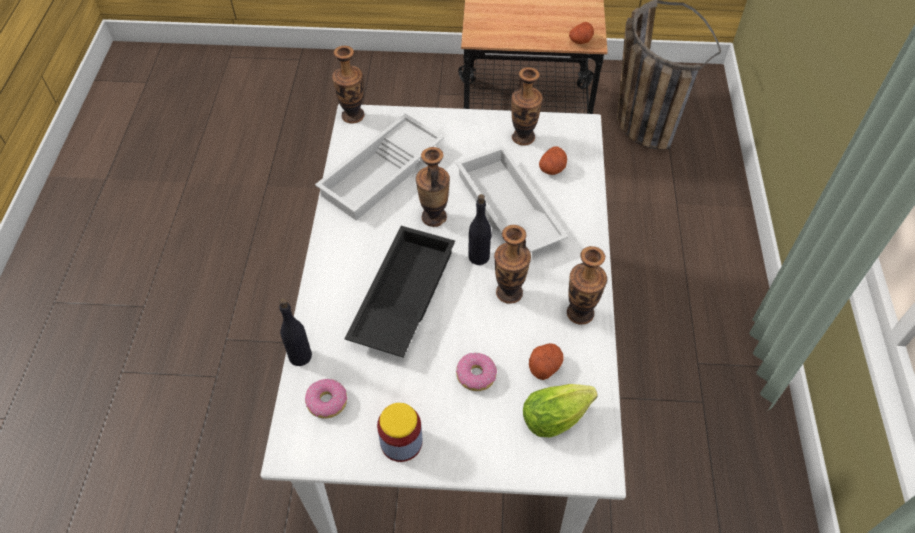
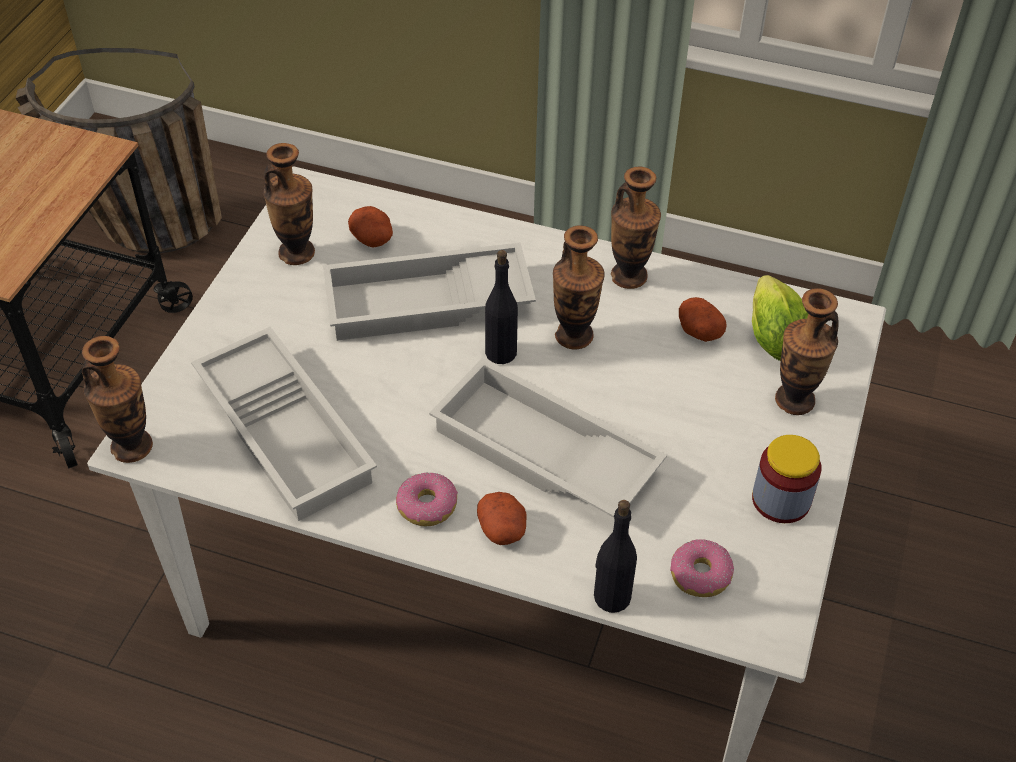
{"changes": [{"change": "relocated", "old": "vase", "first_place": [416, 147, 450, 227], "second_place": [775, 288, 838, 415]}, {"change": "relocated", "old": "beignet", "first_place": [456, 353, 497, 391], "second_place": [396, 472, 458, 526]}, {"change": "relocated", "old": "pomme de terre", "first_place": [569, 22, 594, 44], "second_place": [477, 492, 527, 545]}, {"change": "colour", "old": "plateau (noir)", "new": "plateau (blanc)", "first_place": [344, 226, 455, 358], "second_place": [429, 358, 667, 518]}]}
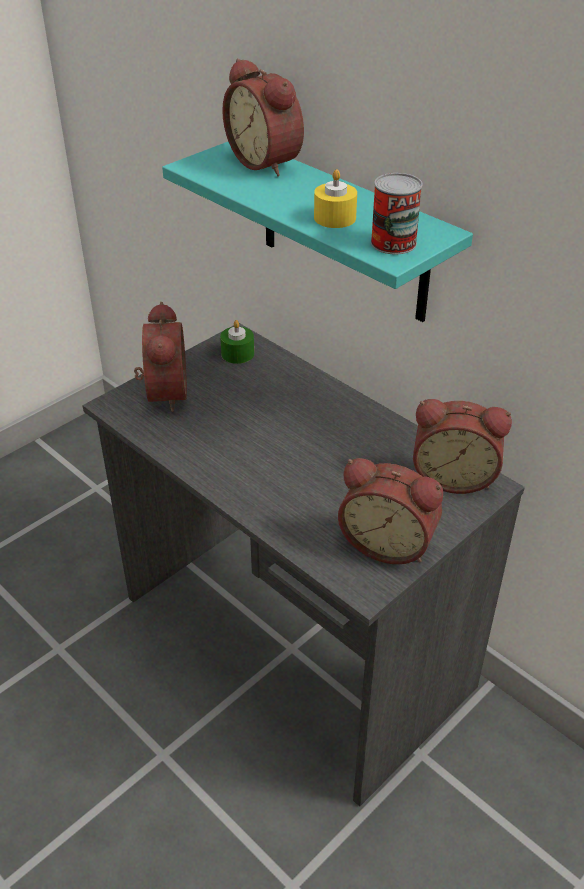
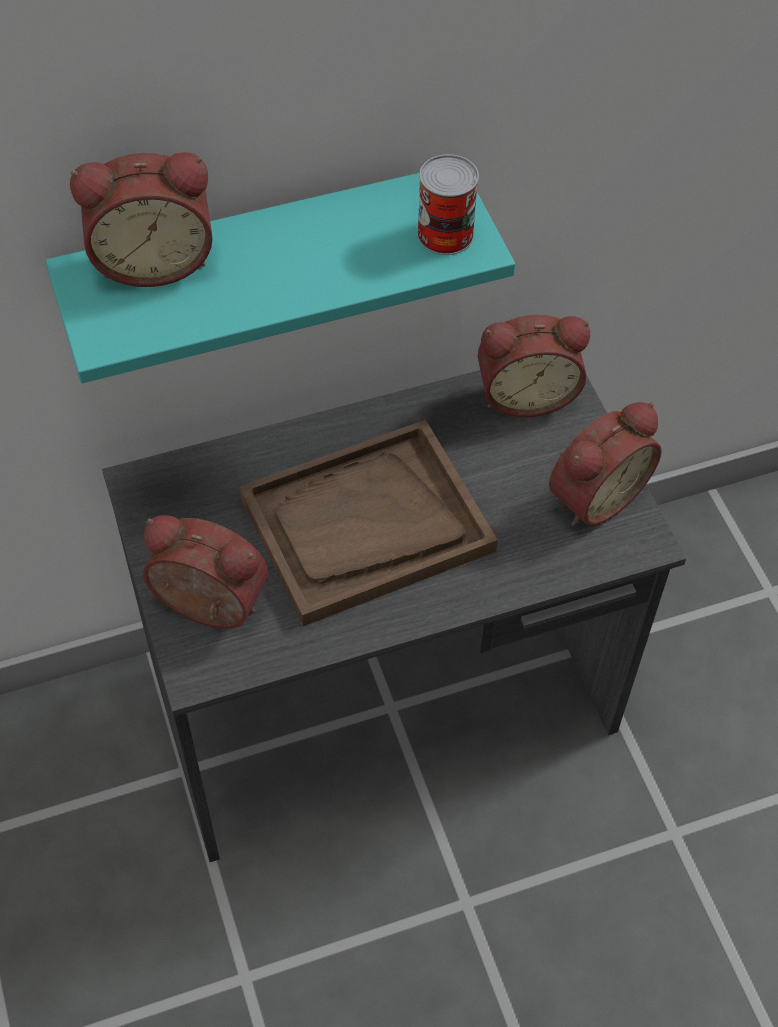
{"changes": [{"change": "missing", "old": "bougie (vert)", "first_place": [220, 320, 254, 364]}, {"change": "missing", "old": "bougie (jaune)", "first_place": [314, 169, 357, 228]}, {"change": "appeared", "new": "plateau (marron)", "second_place": [239, 420, 498, 626]}, {"change": "spun", "old": "réveil", "first_place": [413, 399, 512, 494], "second_place": [478, 314, 590, 417], "degrees": 45}]}
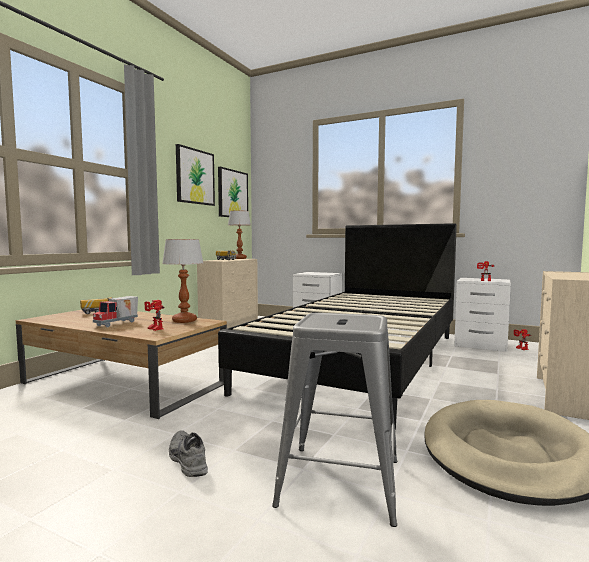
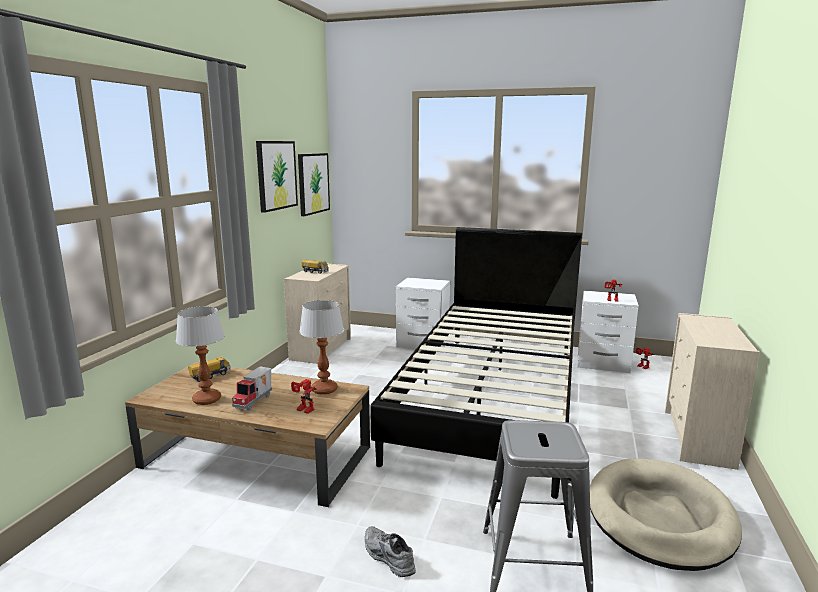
{"changes": [{"change": "relocated", "old": "lampe de table", "first_place": [228, 210, 251, 259], "second_place": [176, 306, 225, 405]}]}
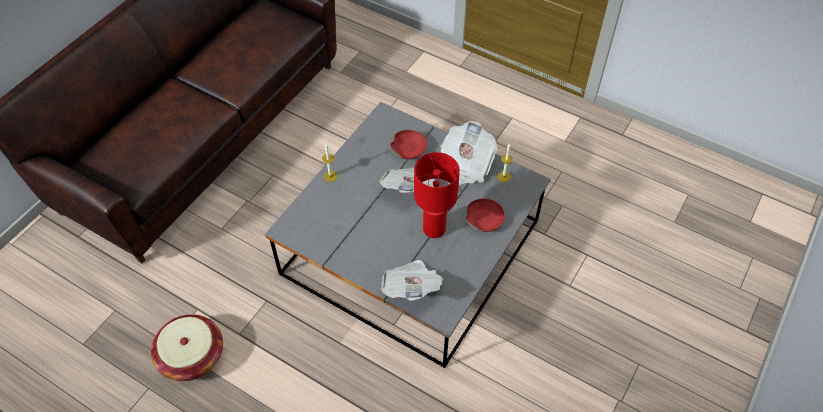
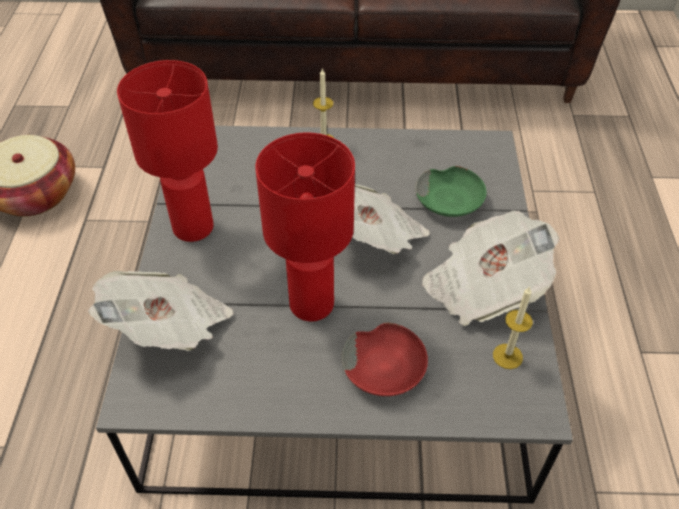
{"changes": [{"change": "appeared", "new": "lampe de table (rouge)", "second_place": [117, 60, 218, 242]}, {"change": "colour", "old": "bol (rouge)", "new": "bol (vert)", "first_place": [390, 130, 427, 159], "second_place": [415, 166, 487, 217]}]}
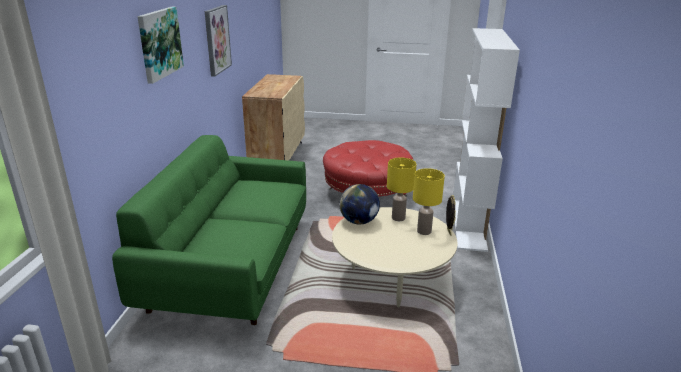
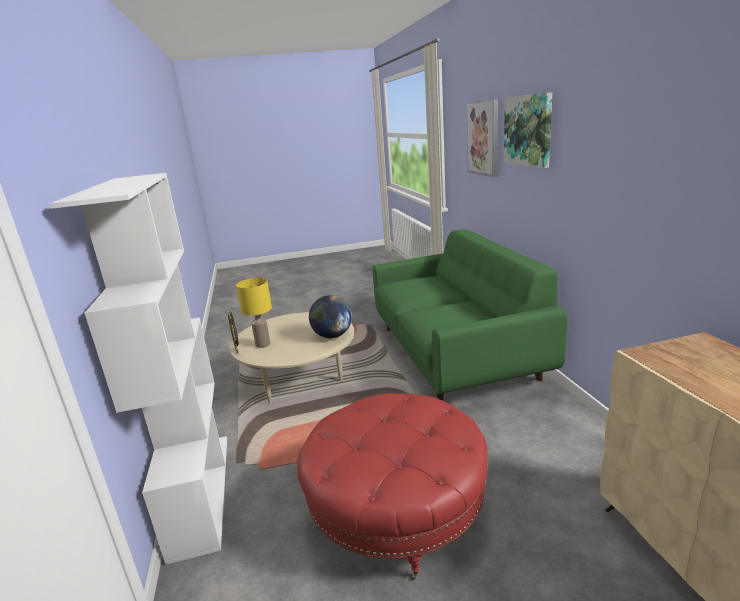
{"changes": [{"change": "missing", "old": "lampe de table (jaune)", "first_place": [387, 157, 416, 221]}, {"change": "relocated", "old": "tableau", "first_place": [205, 5, 232, 77], "second_place": [467, 99, 498, 177]}]}
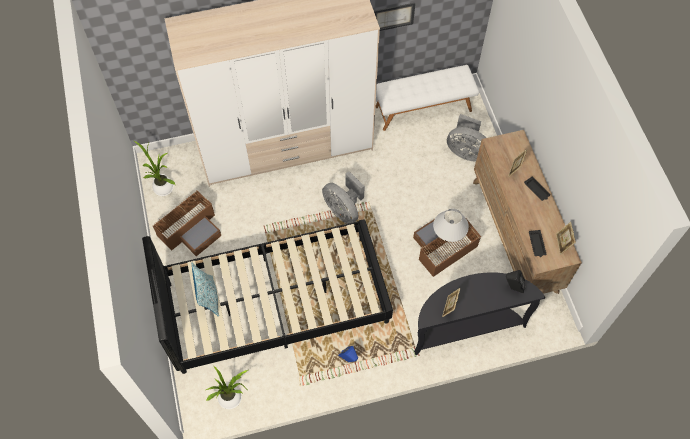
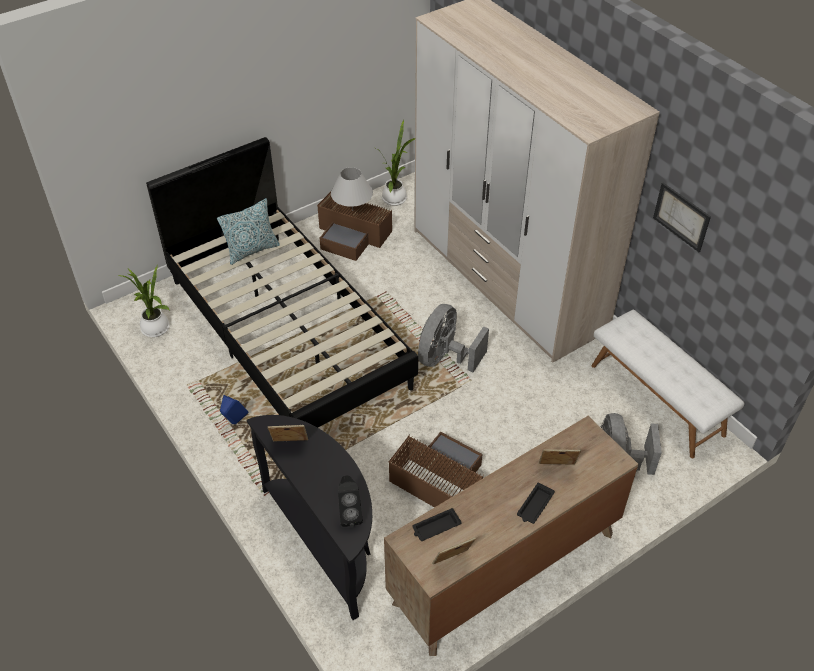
{"changes": [{"change": "relocated", "old": "lampe de table (blanc)", "first_place": [433, 208, 469, 242], "second_place": [331, 167, 373, 211]}]}
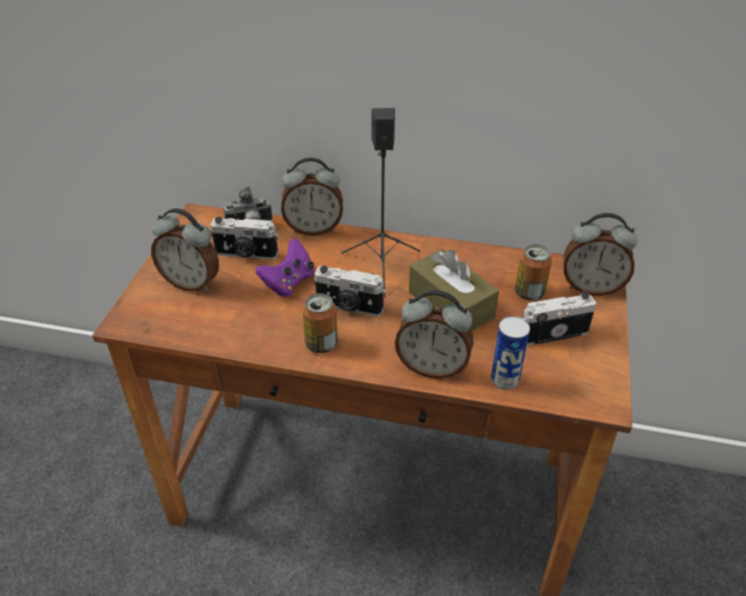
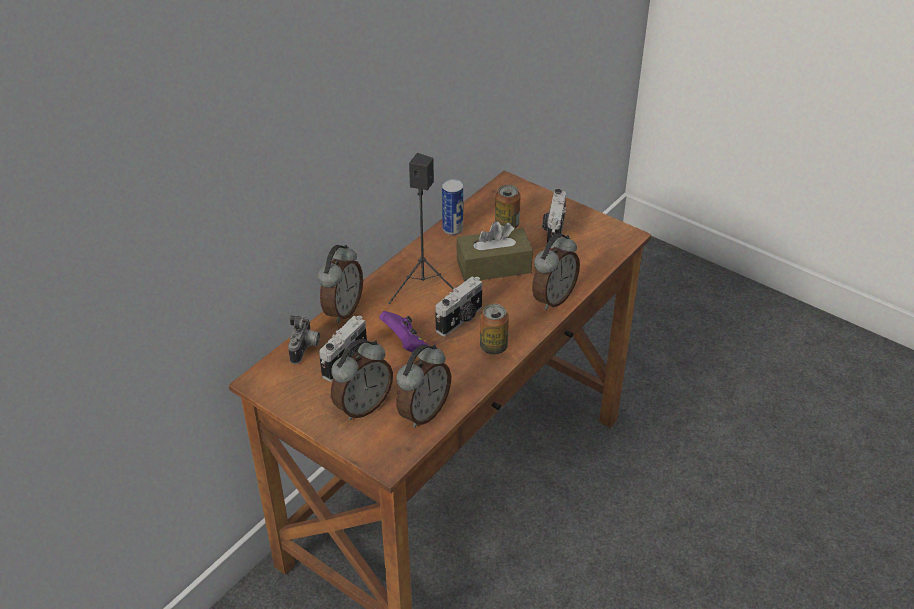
{"changes": [{"change": "relocated", "old": "boîte métallique", "first_place": [491, 316, 530, 390], "second_place": [442, 179, 463, 235]}, {"change": "relocated", "old": "réveil", "first_place": [564, 213, 637, 296], "second_place": [396, 344, 451, 428]}]}
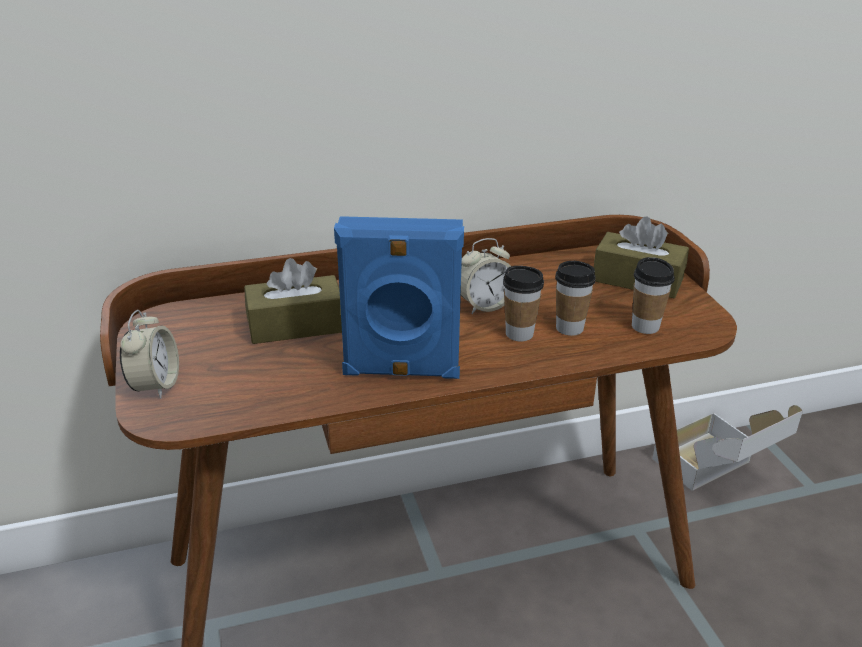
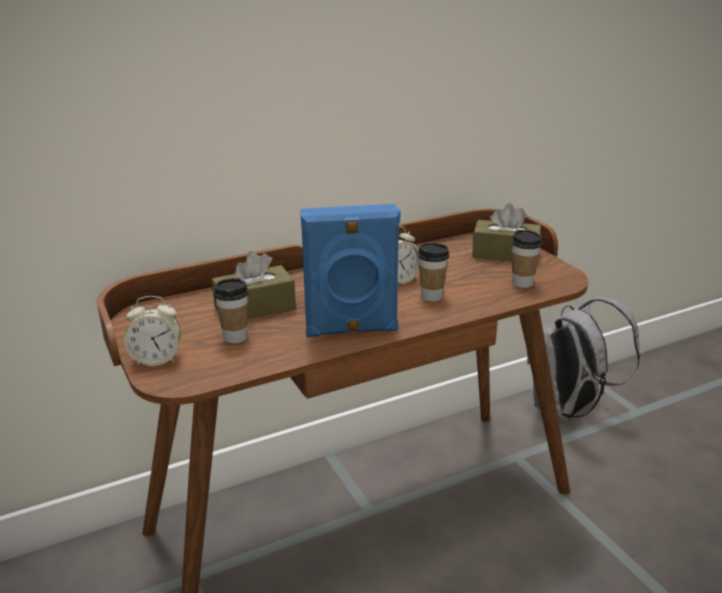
{"changes": [{"change": "relocated", "old": "tasse", "first_place": [555, 261, 596, 336], "second_place": [214, 278, 249, 343]}, {"change": "exchanged", "old": "carton", "new": "sac à dos (gris)", "first_place": [652, 405, 803, 491], "second_place": [527, 297, 640, 421]}, {"change": "spun", "old": "réveil", "first_place": [120, 310, 179, 399], "second_place": [124, 296, 181, 366], "degrees": 90}]}
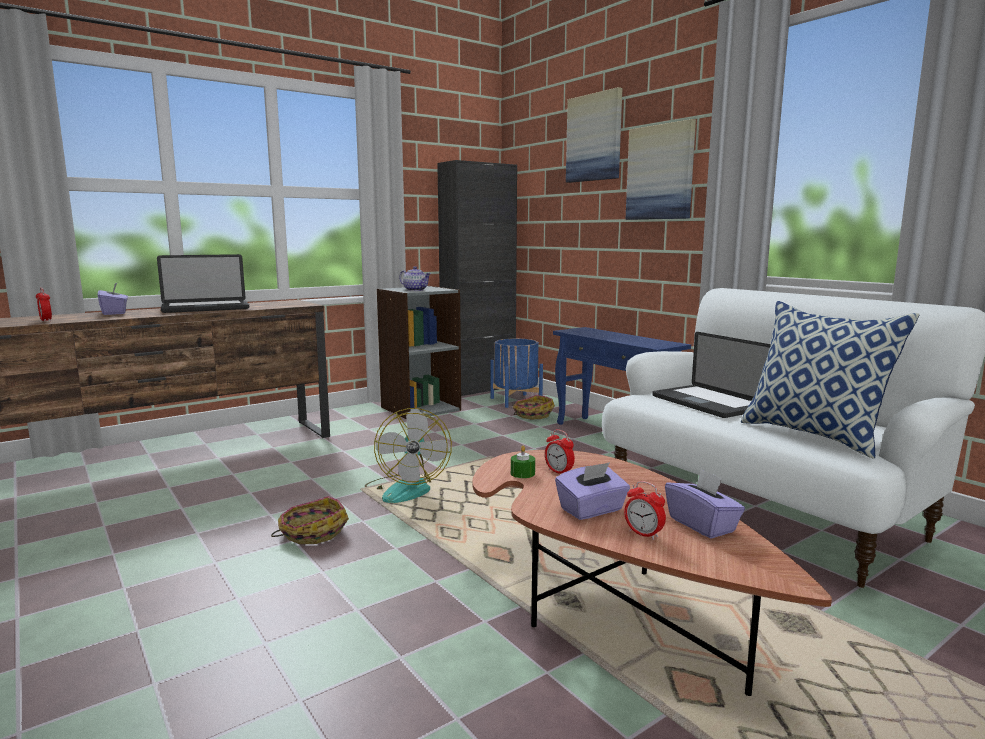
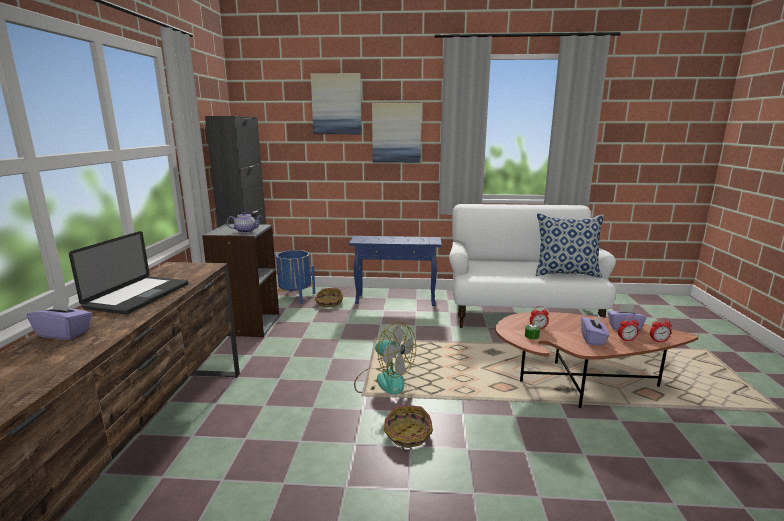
{"changes": [{"change": "missing", "old": "ordinateur portable", "first_place": [652, 332, 771, 418]}, {"change": "relocated", "old": "réveil", "first_place": [36, 288, 52, 322], "second_place": [650, 318, 672, 342]}]}
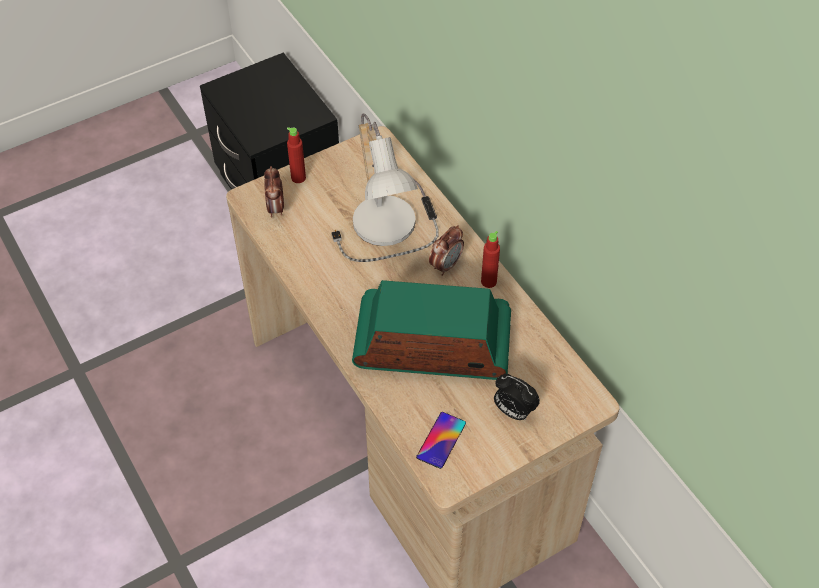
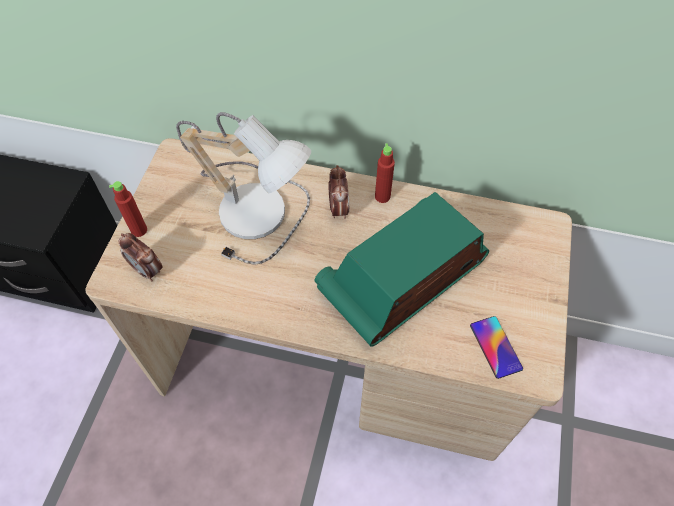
{"changes": [{"change": "missing", "old": "réveil", "first_place": [494, 374, 540, 420]}]}
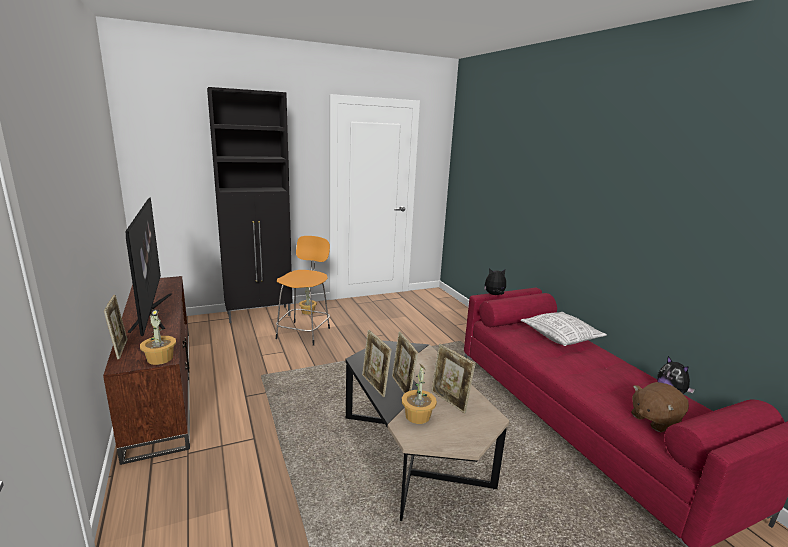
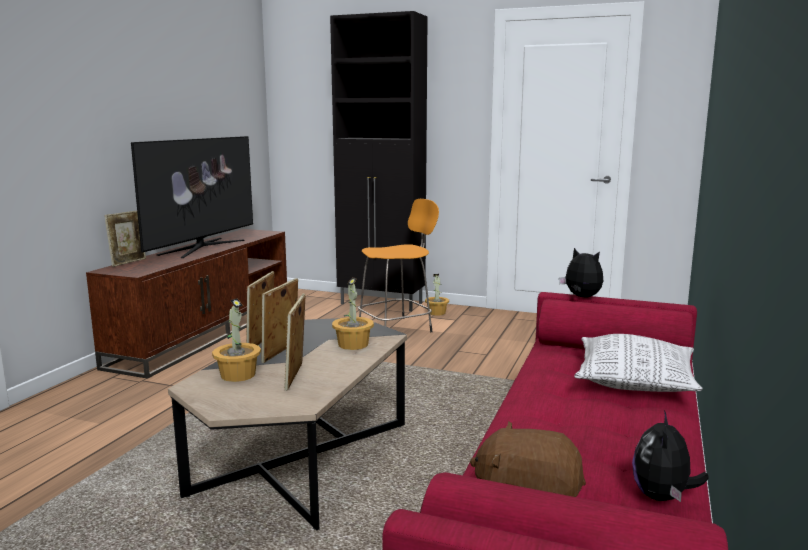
{"changes": [{"change": "relocated", "old": "plante en pot", "first_place": [140, 309, 176, 365], "second_place": [332, 277, 374, 350]}]}
